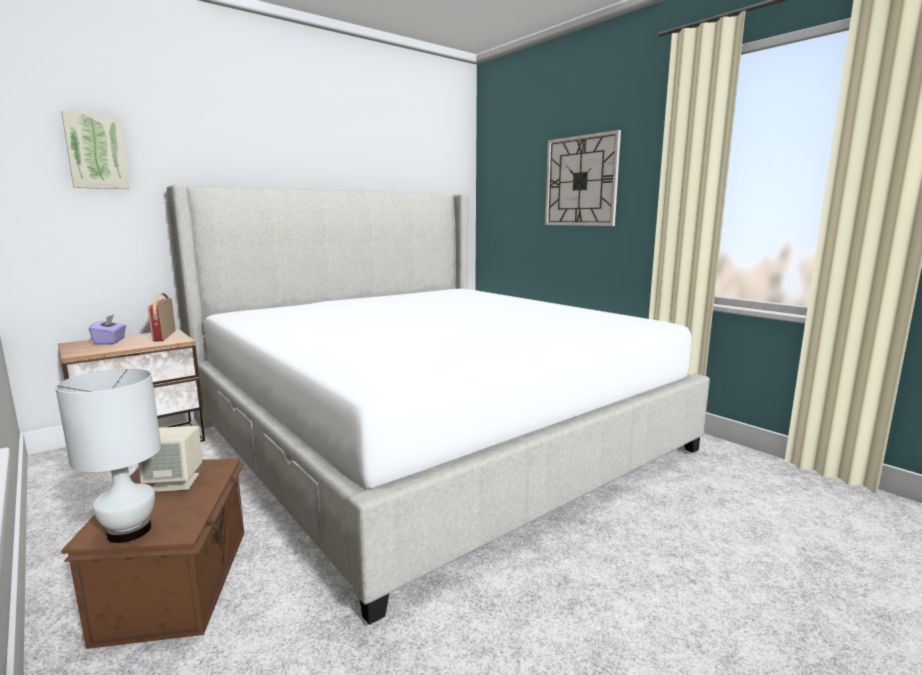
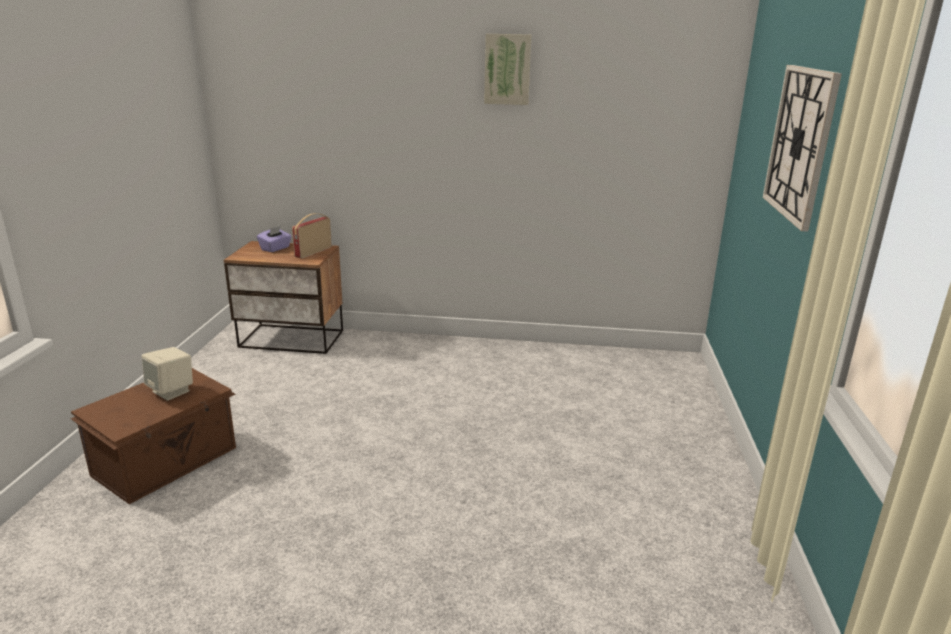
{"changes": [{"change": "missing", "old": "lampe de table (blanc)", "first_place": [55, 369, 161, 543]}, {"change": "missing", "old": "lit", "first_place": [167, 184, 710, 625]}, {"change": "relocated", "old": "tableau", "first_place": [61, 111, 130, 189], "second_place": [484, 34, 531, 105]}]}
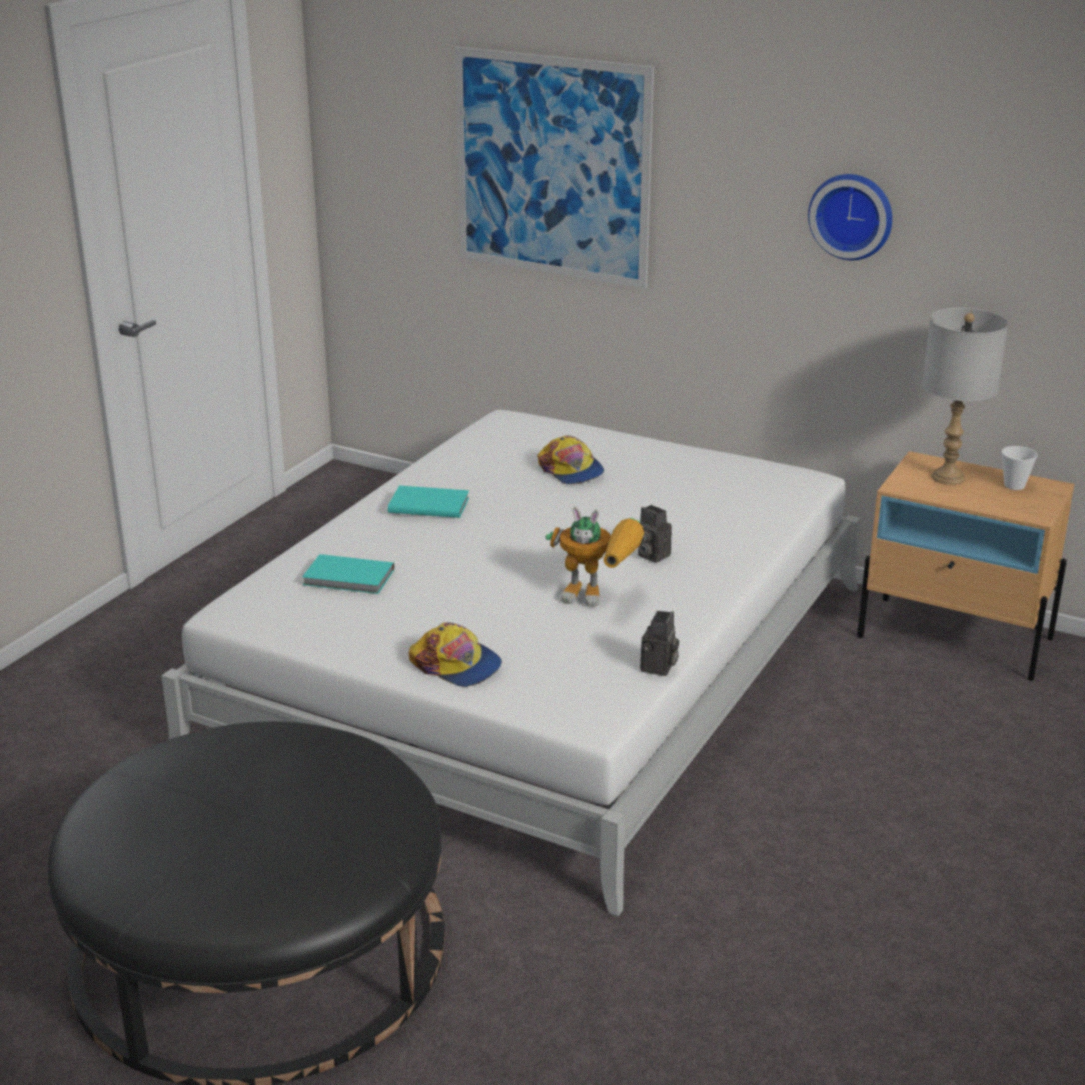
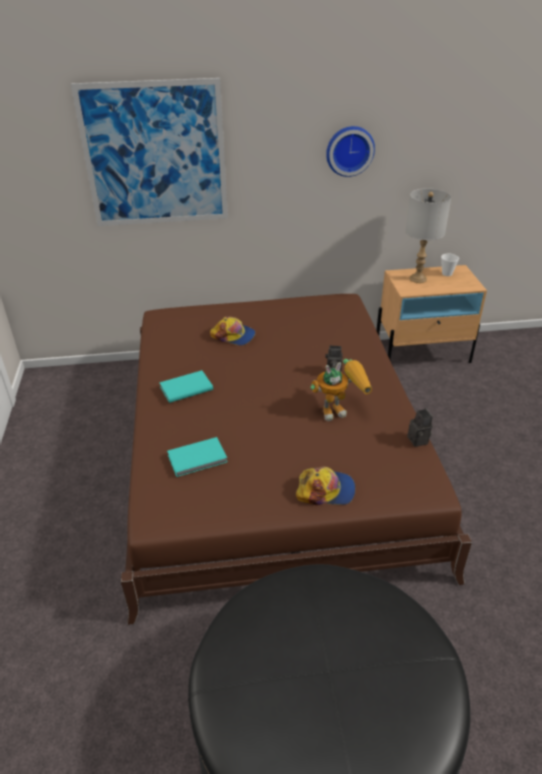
{"changes": [{"change": "colour", "old": "lit (blanc)", "new": "lit (marron)", "first_place": [161, 410, 861, 917], "second_place": [121, 294, 472, 625]}]}
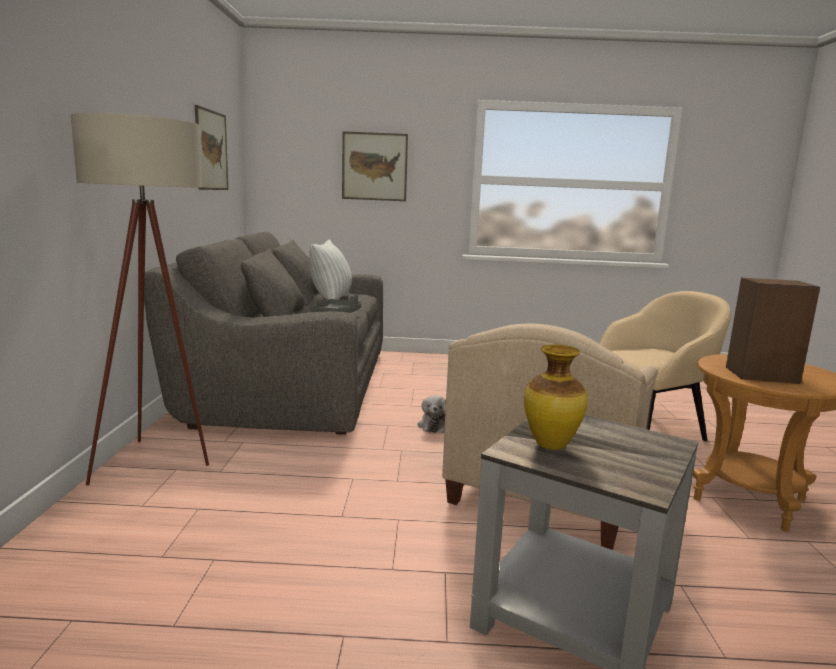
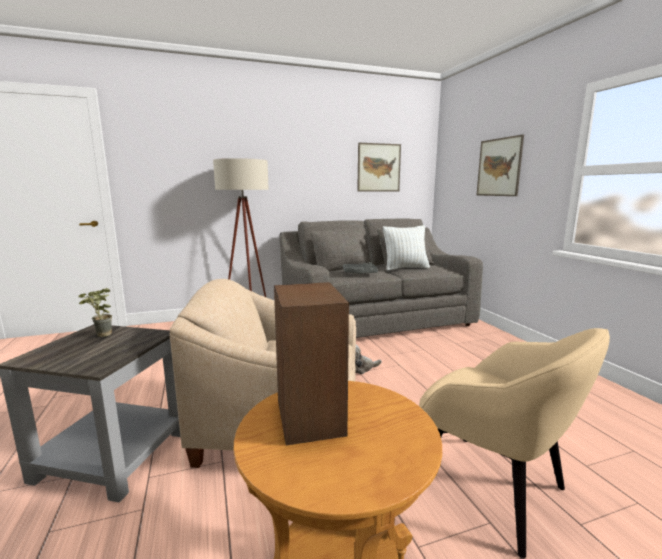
{"changes": [{"change": "exchanged", "old": "vase", "new": "plante en pot", "first_place": [524, 345, 588, 450], "second_place": [78, 288, 112, 337]}]}
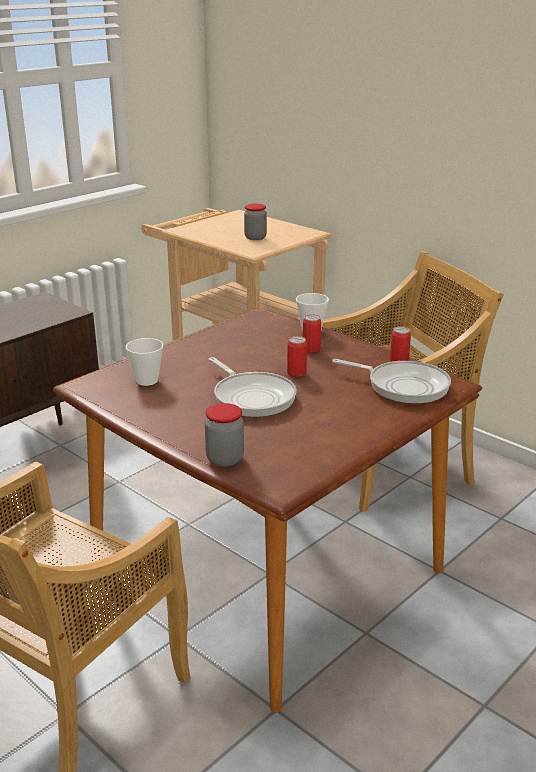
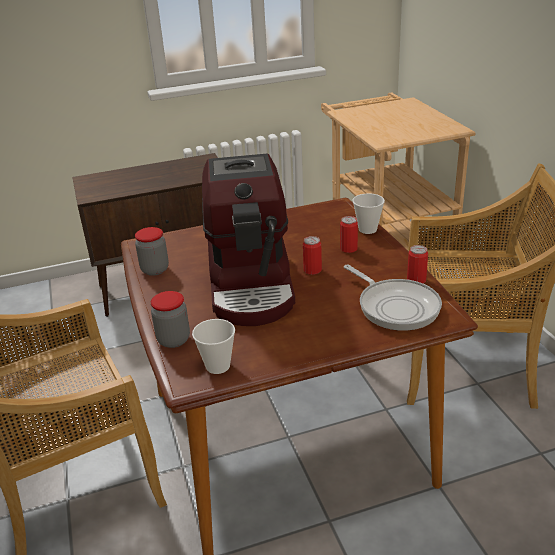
{"changes": [{"change": "relocated", "old": "tasse", "first_place": [126, 338, 164, 386], "second_place": [192, 319, 235, 374]}, {"change": "relocated", "old": "bocal", "first_place": [244, 204, 267, 240], "second_place": [135, 227, 169, 276]}, {"change": "exchanged", "old": "poêle", "new": "machine à café", "first_place": [208, 357, 297, 417], "second_place": [202, 153, 295, 326]}]}
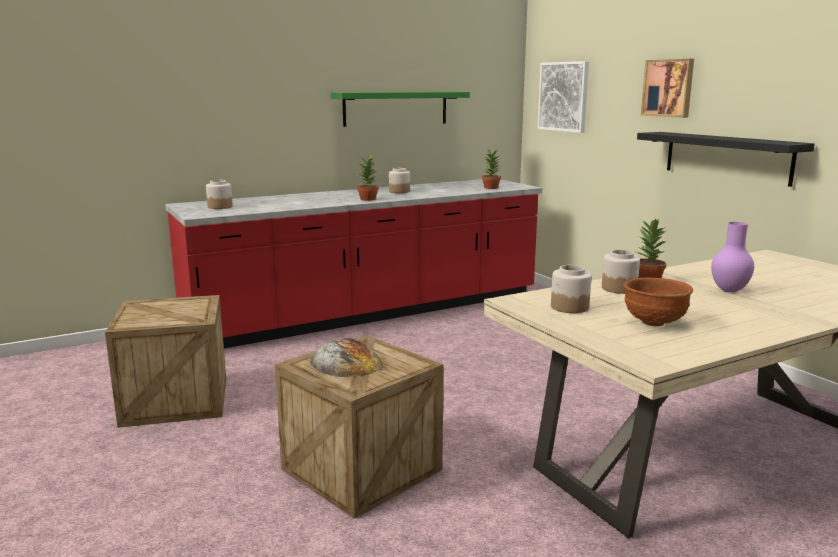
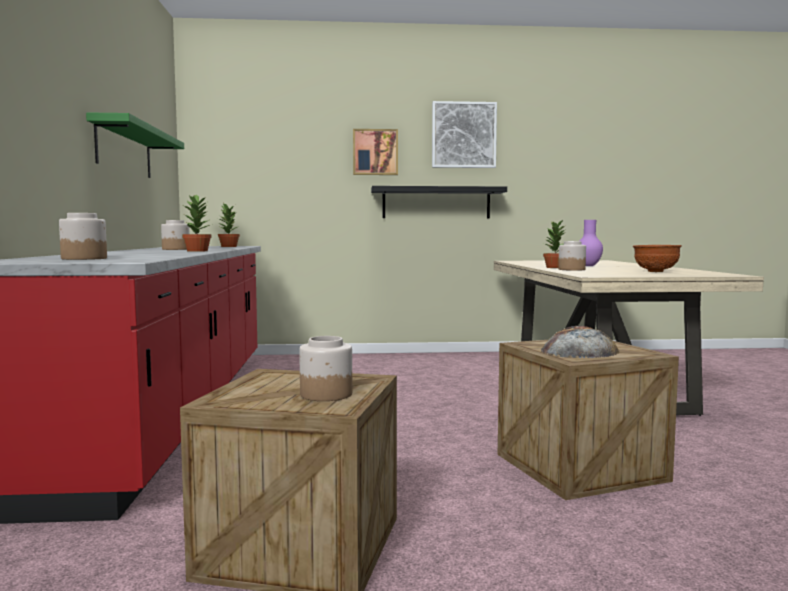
{"changes": [{"change": "relocated", "old": "tableau", "first_place": [538, 61, 589, 133], "second_place": [432, 101, 497, 168]}, {"change": "relocated", "old": "bocal", "first_place": [551, 265, 591, 313], "second_place": [299, 336, 352, 401]}]}
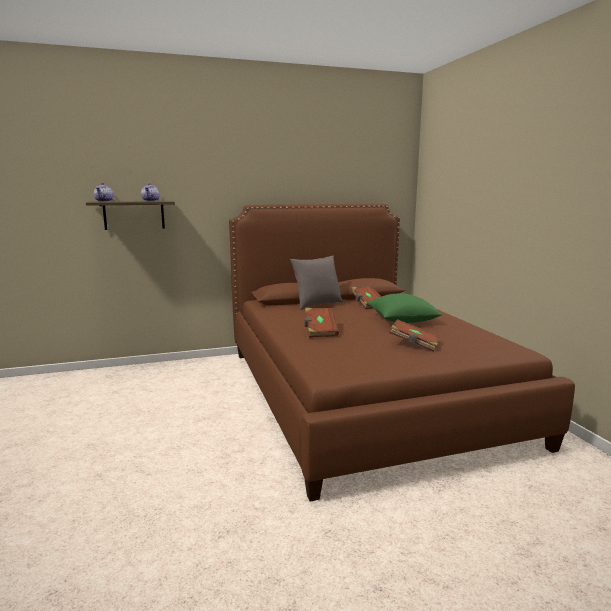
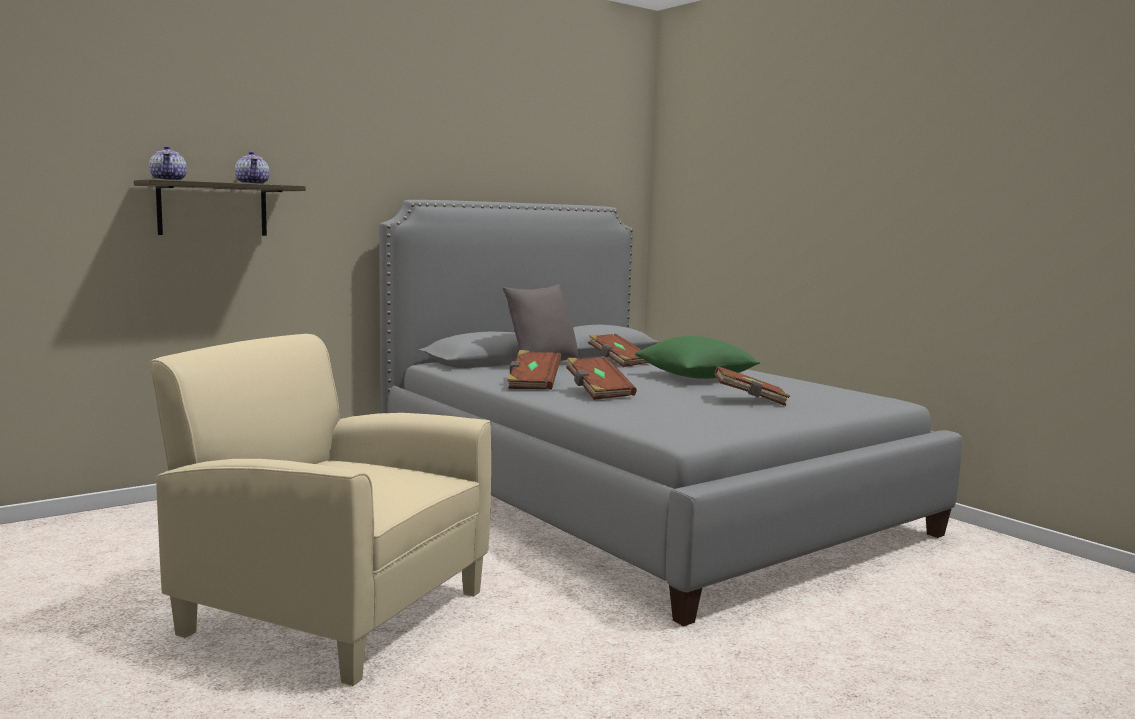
{"changes": [{"change": "appeared", "new": "fauteuil (beige)", "second_place": [149, 334, 491, 686]}, {"change": "appeared", "new": "livre (marron)", "second_place": [507, 350, 561, 390]}, {"change": "colour", "old": "lit (marron)", "new": "lit (gris)", "first_place": [229, 204, 575, 502], "second_place": [379, 200, 962, 626]}]}
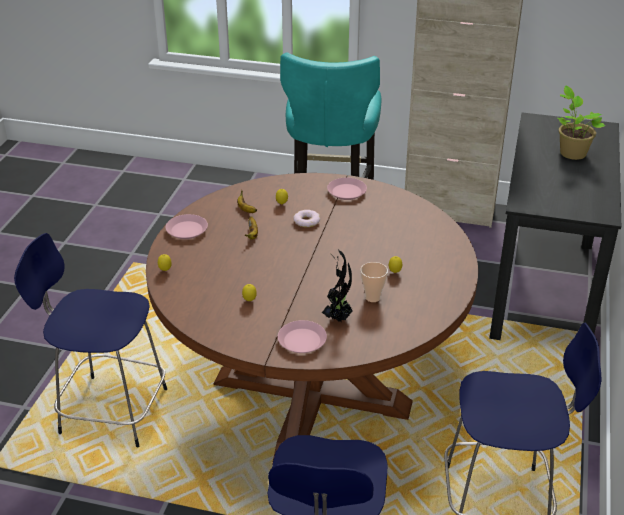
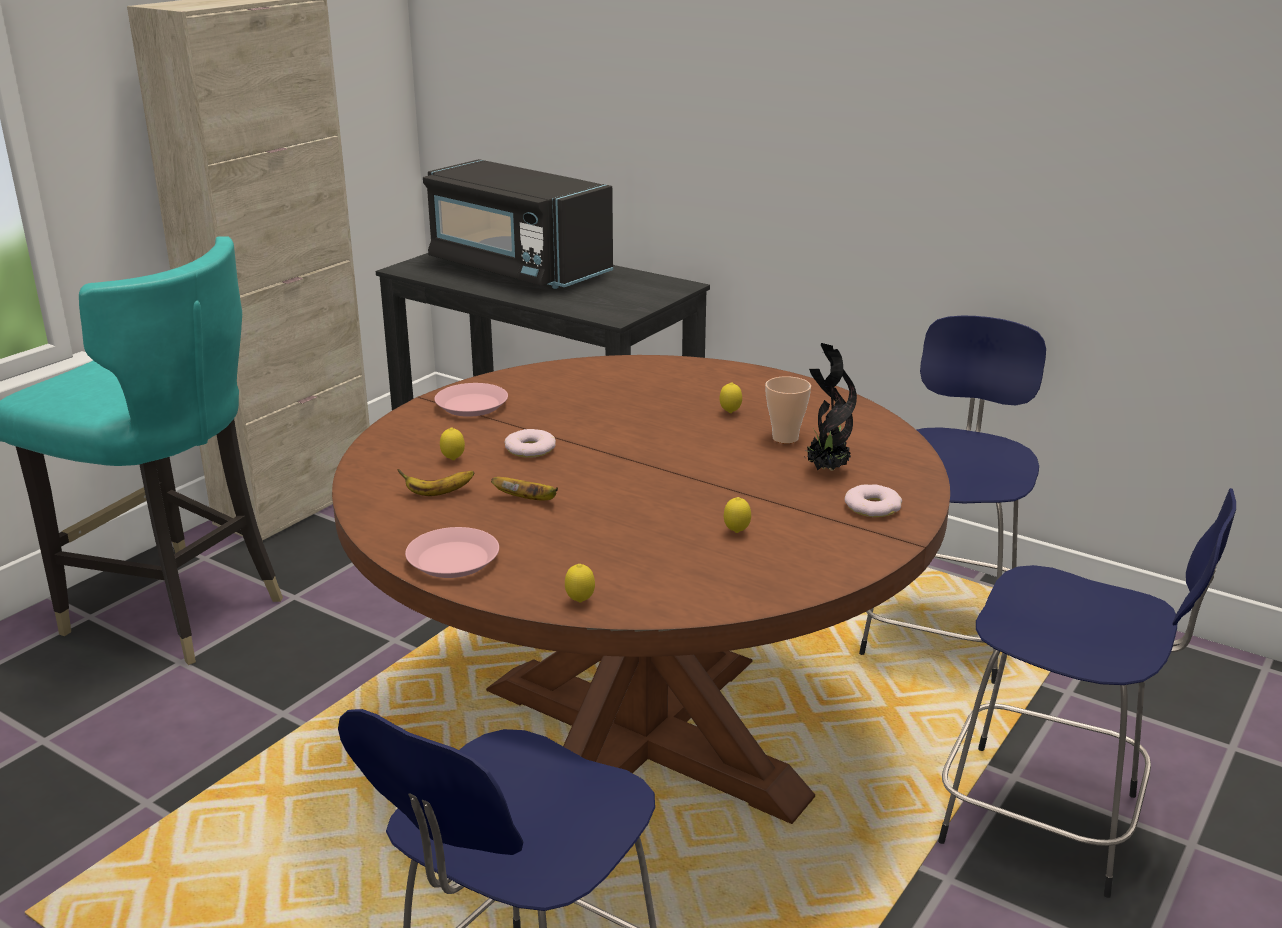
{"changes": [{"change": "exchanged", "old": "assiette (rose)", "new": "beignet", "first_place": [278, 320, 327, 353], "second_place": [844, 484, 902, 517]}, {"change": "exchanged", "old": "plante en pot", "new": "micro-ondes (noir)", "first_place": [557, 85, 605, 160], "second_place": [423, 159, 613, 289]}]}
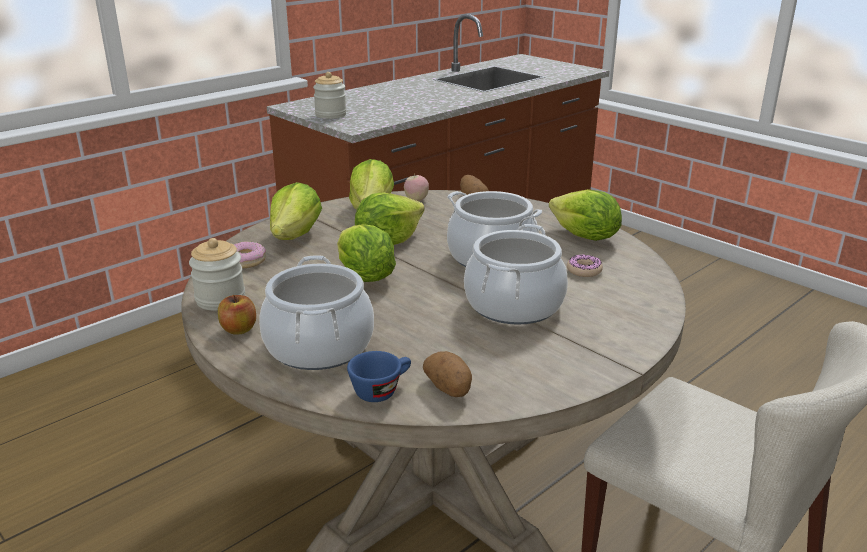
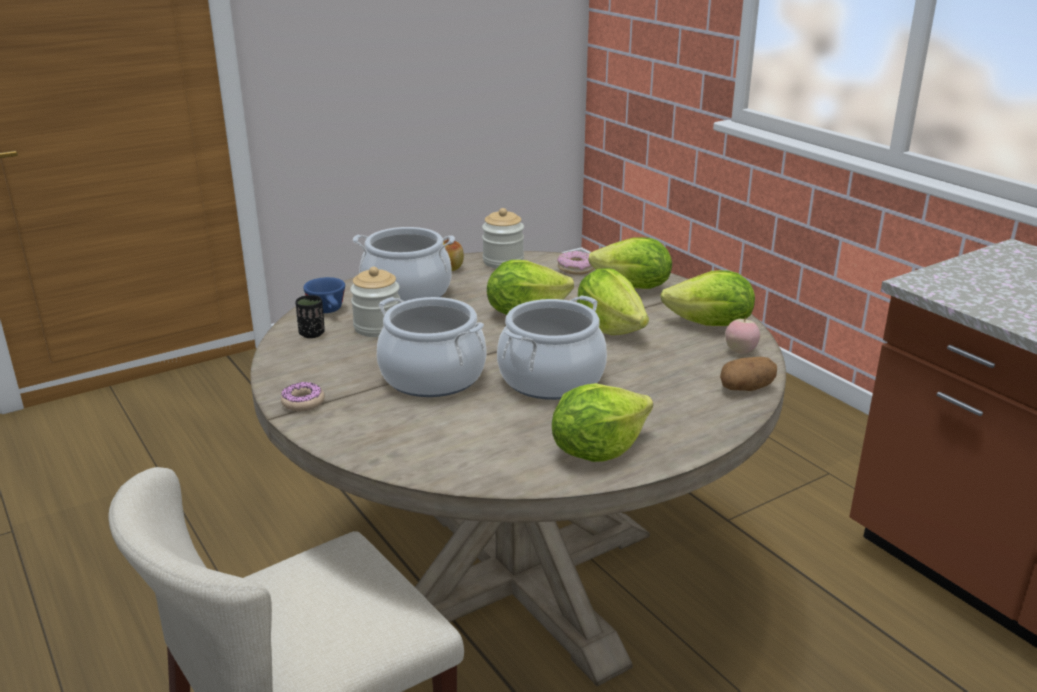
{"changes": [{"change": "relocated", "old": "bocal", "first_place": [313, 72, 346, 119], "second_place": [350, 267, 400, 337]}, {"change": "relocated", "old": "beignet", "first_place": [567, 254, 603, 277], "second_place": [281, 382, 325, 411]}, {"change": "exchanged", "old": "pomme de terre", "new": "tasse (noir)", "first_place": [423, 351, 472, 397], "second_place": [295, 295, 325, 338]}]}
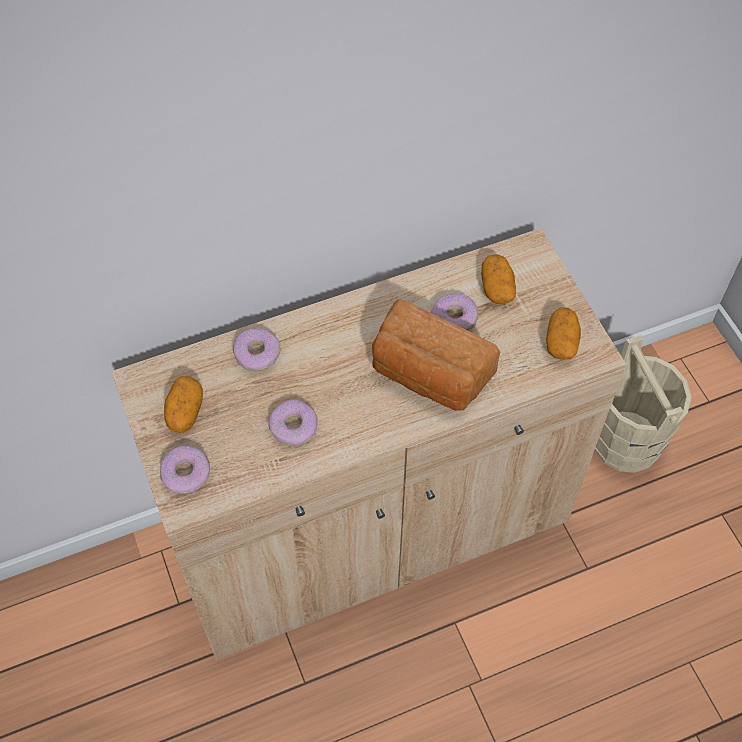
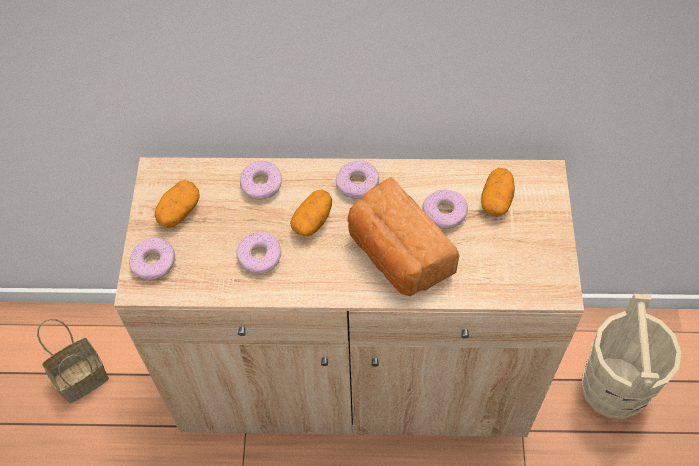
{"changes": [{"change": "appeared", "new": "panier", "second_place": [37, 319, 109, 403]}, {"change": "appeared", "new": "beignet", "second_place": [336, 161, 379, 199]}, {"change": "relocated", "old": "pomme de terre", "first_place": [546, 308, 581, 360], "second_place": [290, 189, 332, 236]}]}
